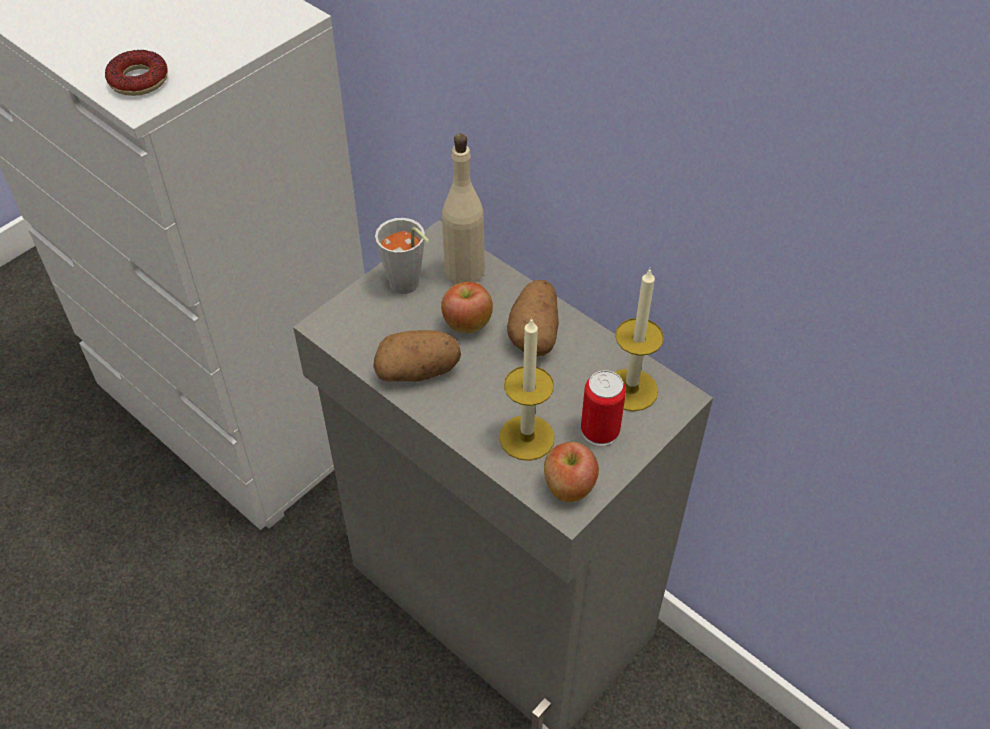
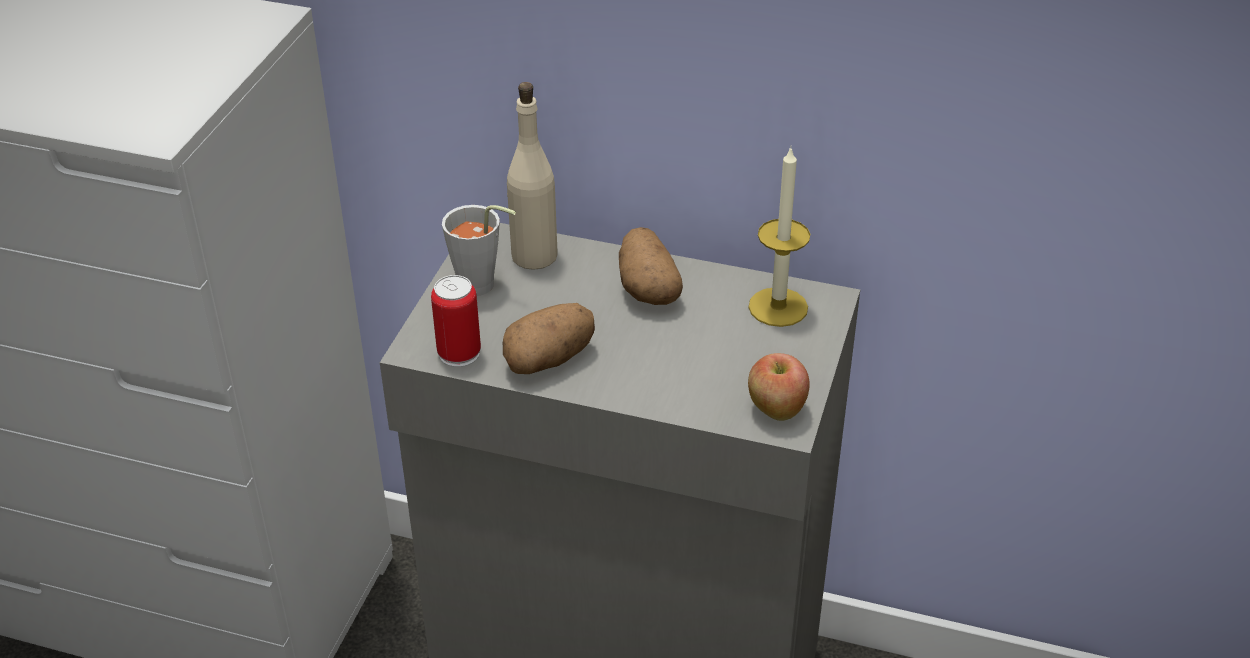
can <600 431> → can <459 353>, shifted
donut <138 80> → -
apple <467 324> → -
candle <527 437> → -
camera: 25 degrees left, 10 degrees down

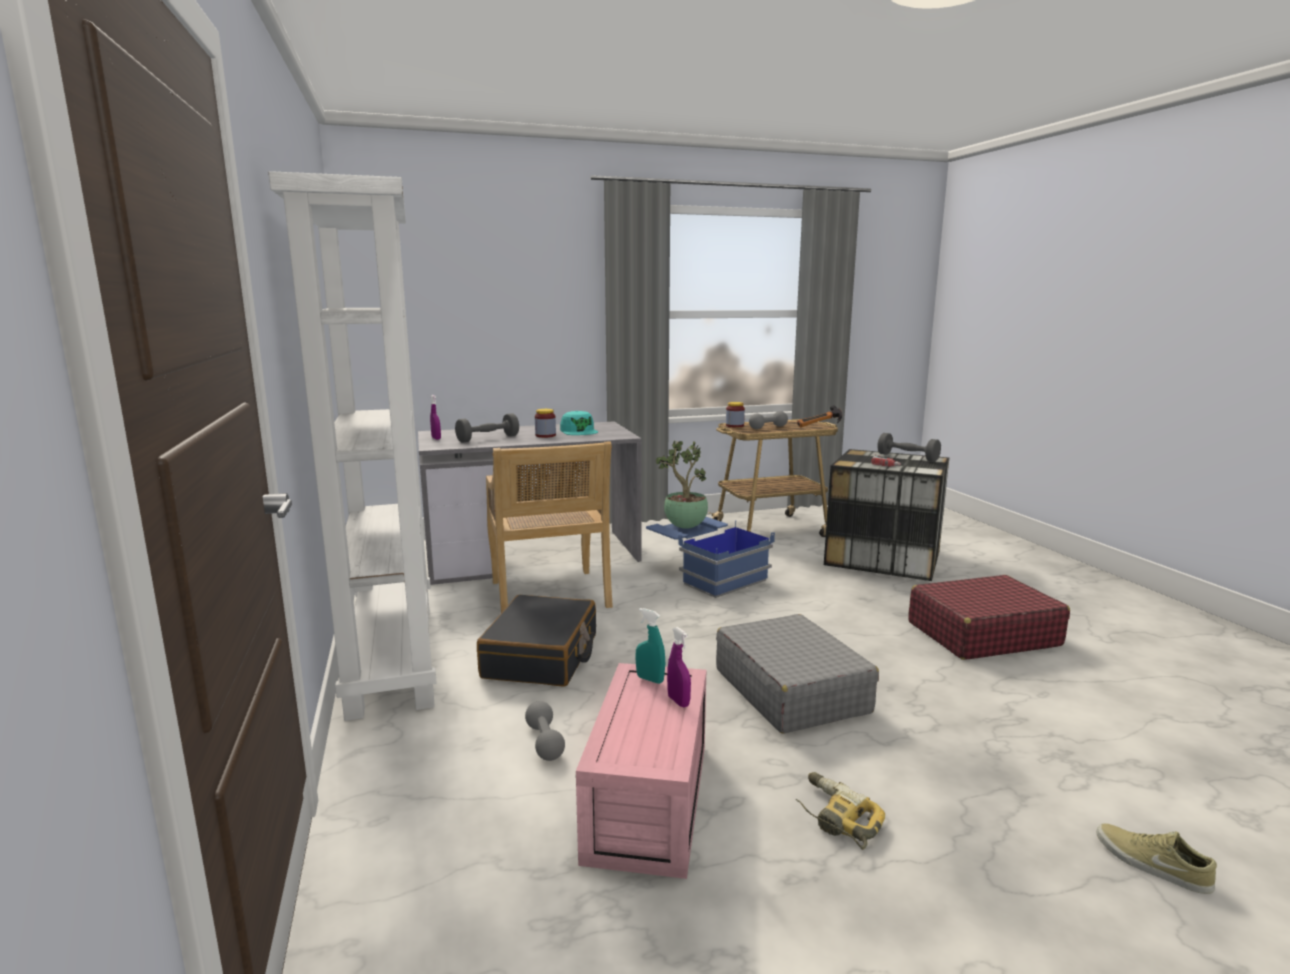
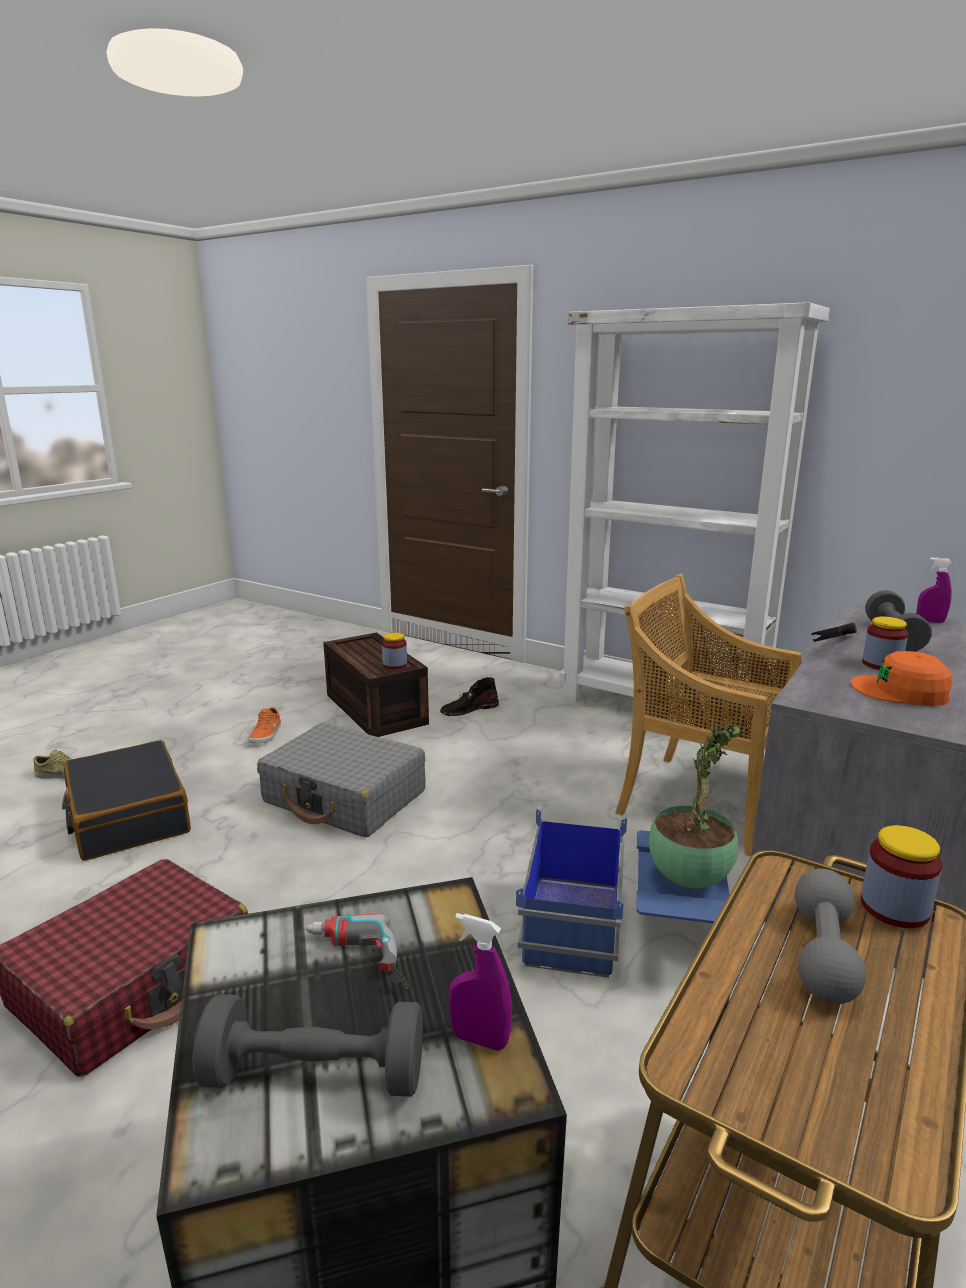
suitcase in black <542 656> → suitcase in black <128 816>, shifted
power drill <835 818> → shoe in orange <266 735>
storage box in pink <651 802> → storage box in brown <373 708>
spray bottle in turquoise <650 679> → jar <395 665>
dumbbell in grey <544 742> → boot in black <468 709>
spray bottle in purple <678 701> → spray bottle in purple <480 1039>, shifted
hammer <820 426> → hammer <833 644>, shifted
cap in turquoise <579 431> → cap in orange <901 691>
camera: 140 degrees right, 5 degrees up

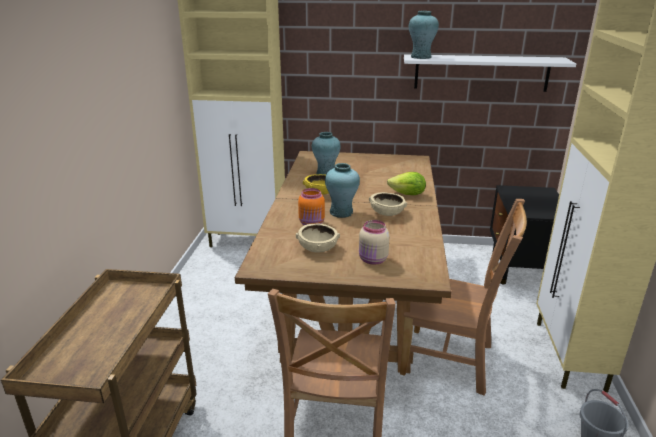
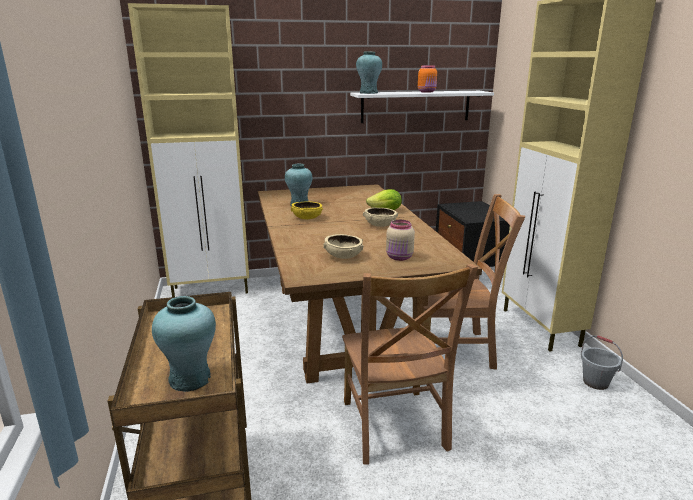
vase in turquoise <341 212> → vase in turquoise <190 379>, shifted
jar in orange <312 223> → jar in orange <427 92>, shifted
camera: 20 degrees left, 5 degrees down

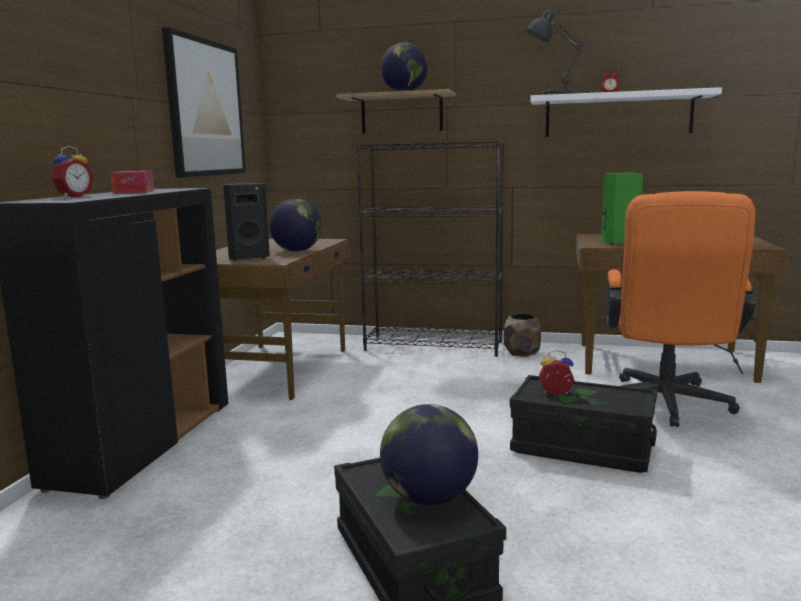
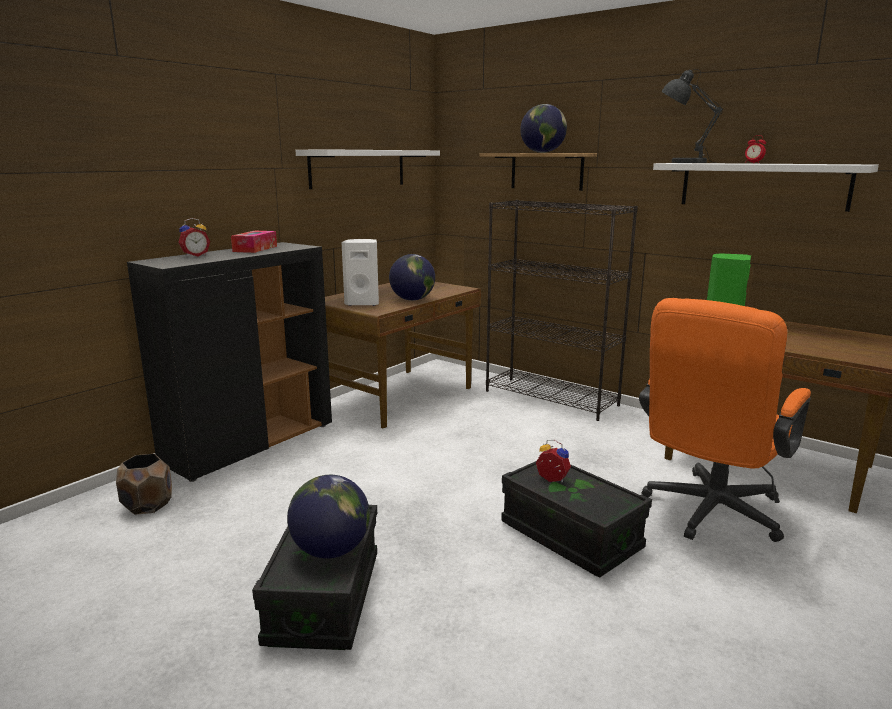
planter in brown <521 352> → planter in brown <148 505>, shifted
picture <205 108> → shelf in white <358 168>
speaker in black <247 258> → speaker in white <363 303>
camera: 25 degrees right, 5 degrees up

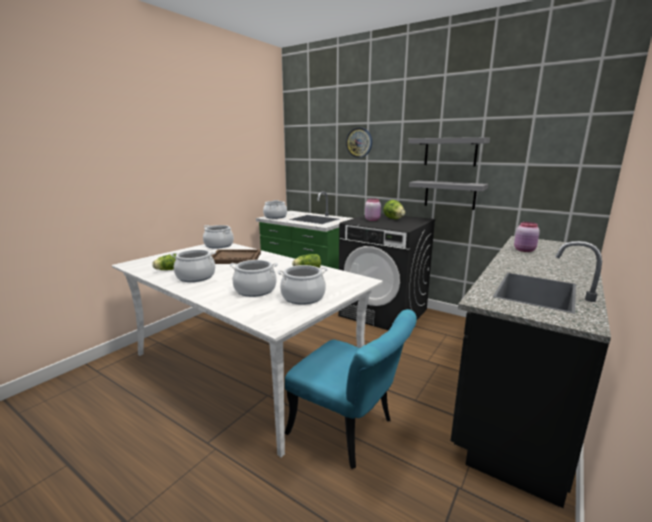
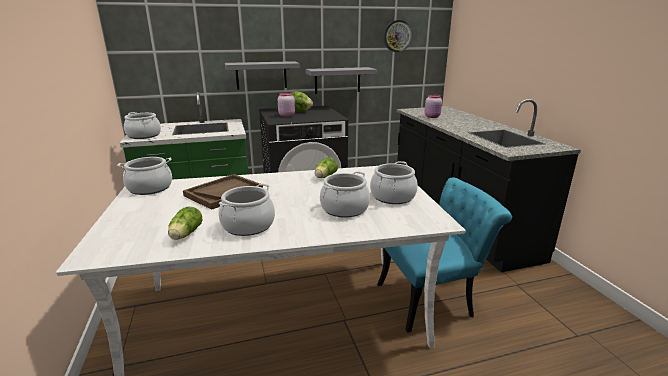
shelf in grey <450 152> → shelf in grey <261 75>, shifted
wall clock <359 142> → wall clock <397 36>, shifted
camera: 50 degrees left, 5 degrees up

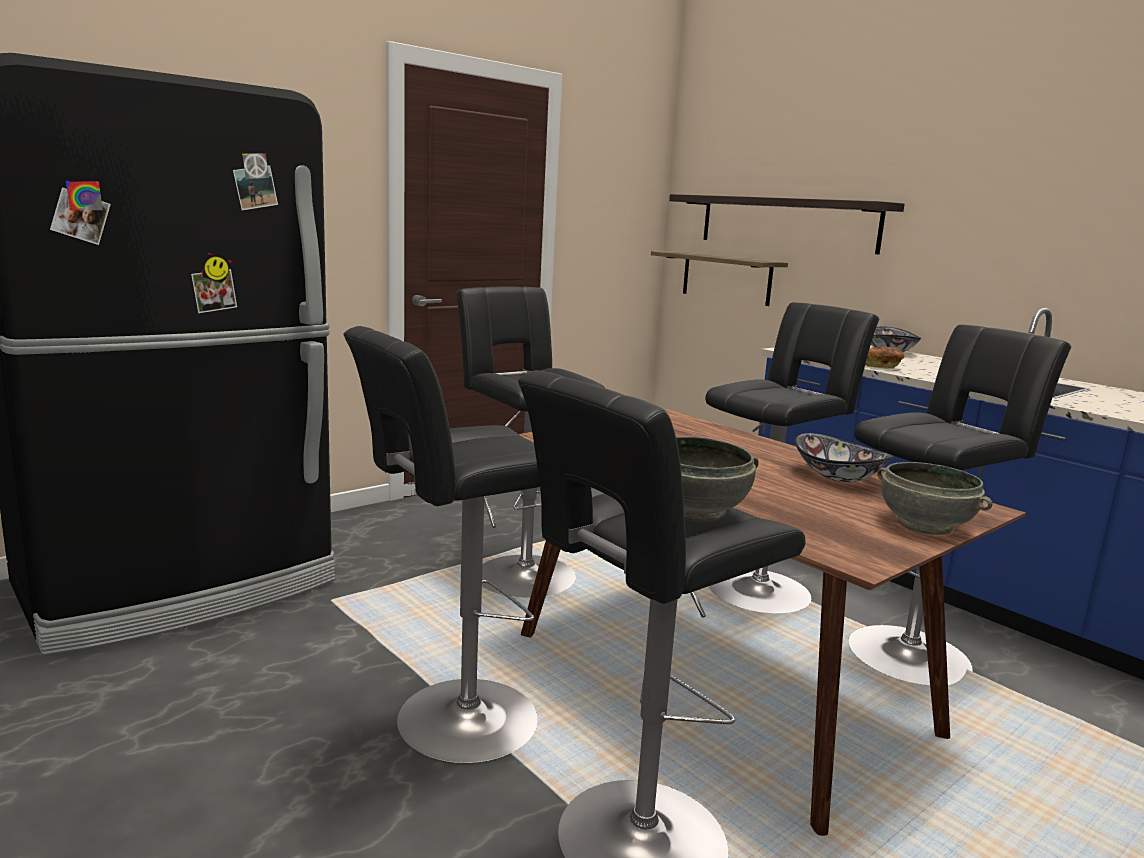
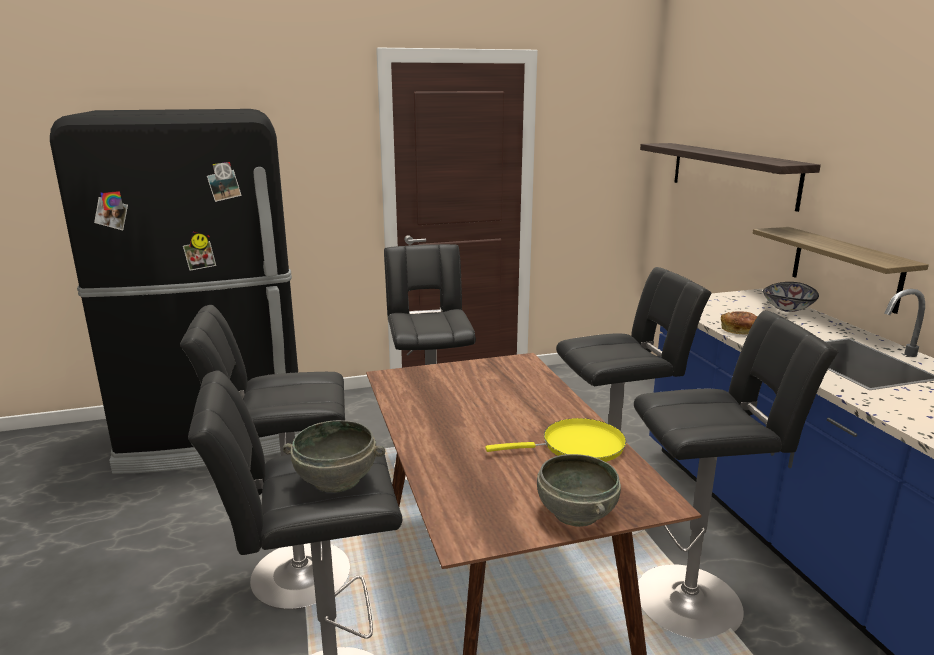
bowl <839 476> → frying pan in yellow <577 446>
shelf <726 278> → shelf <845 268>, shifted
camera: 25 degrees right, 5 degrees up

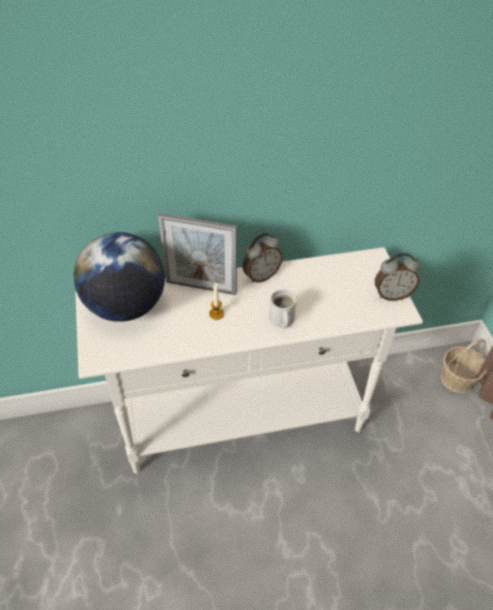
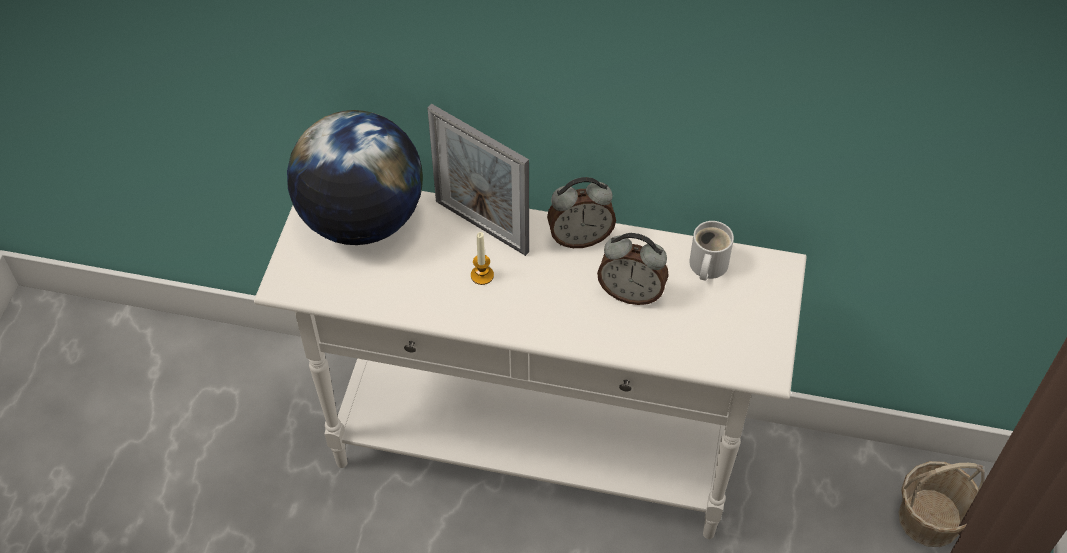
alarm clock <392 294> → alarm clock <631 293>, shifted
mug in white <281 320> → mug in white <706 266>, shifted
camera: 25 degrees right, 5 degrees up

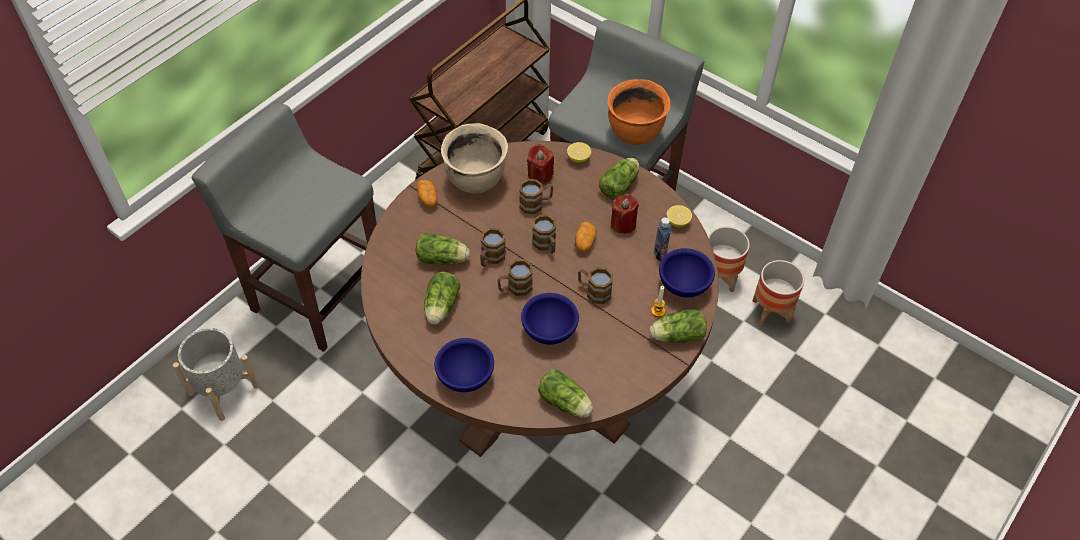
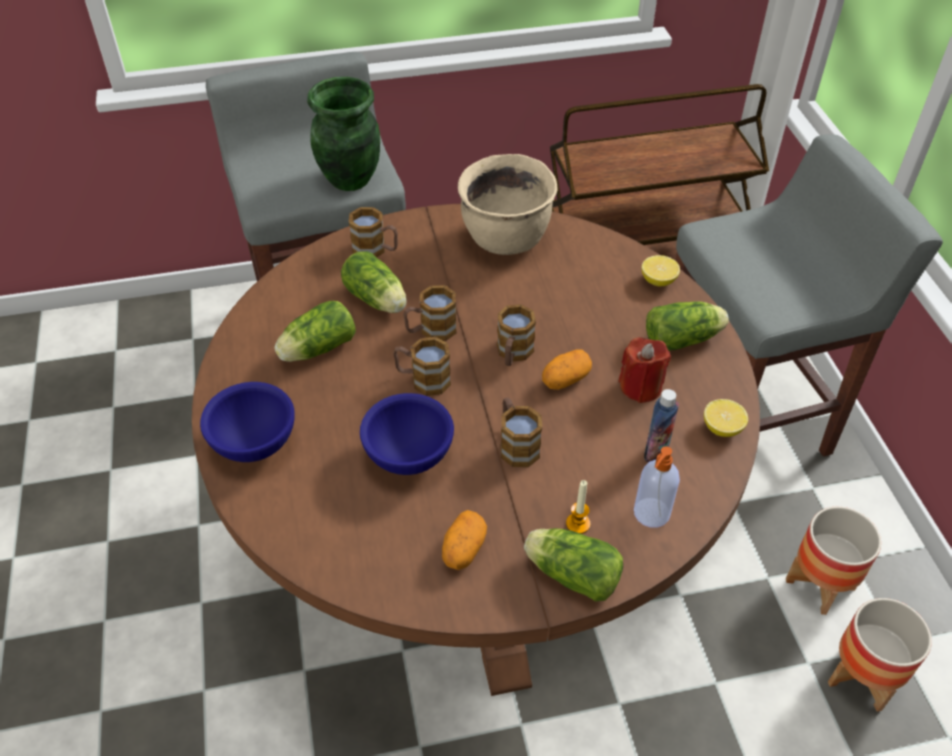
- → vase in green <349 180>
mug <536 204> → mug <375 250>, shifted
potato <427 199> → potato <463 549>, shifted
bowl in blue <684 285> → soap dispenser <651 514>
planter in grey <223 389> → -
candle in red <540 175> → -
lettuce <566 404> → -
cooking pot in orange <635 133> → -
camera: 40 degrees right, 5 degrees down

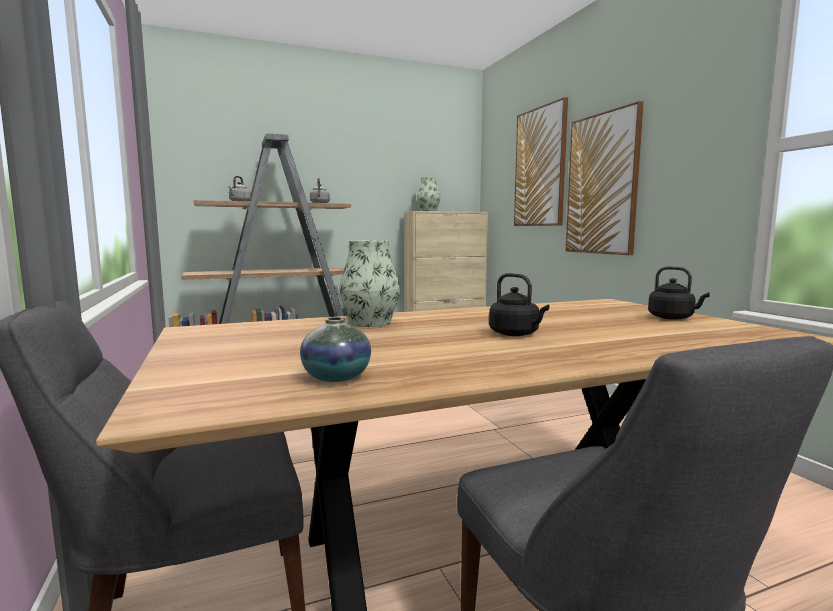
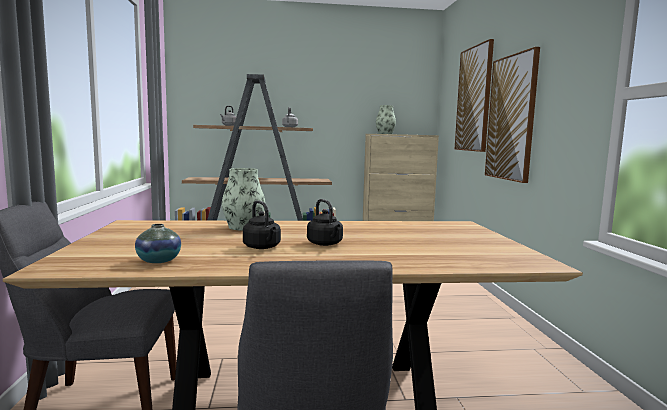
kettle in black <673 318> → kettle in black <262 247>, shifted
camera: 15 degrees right, 0 degrees up

